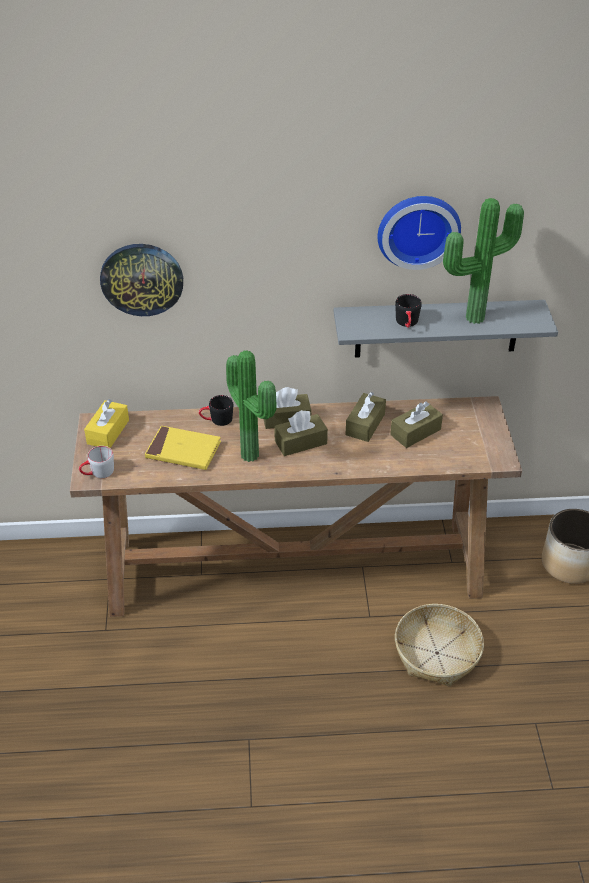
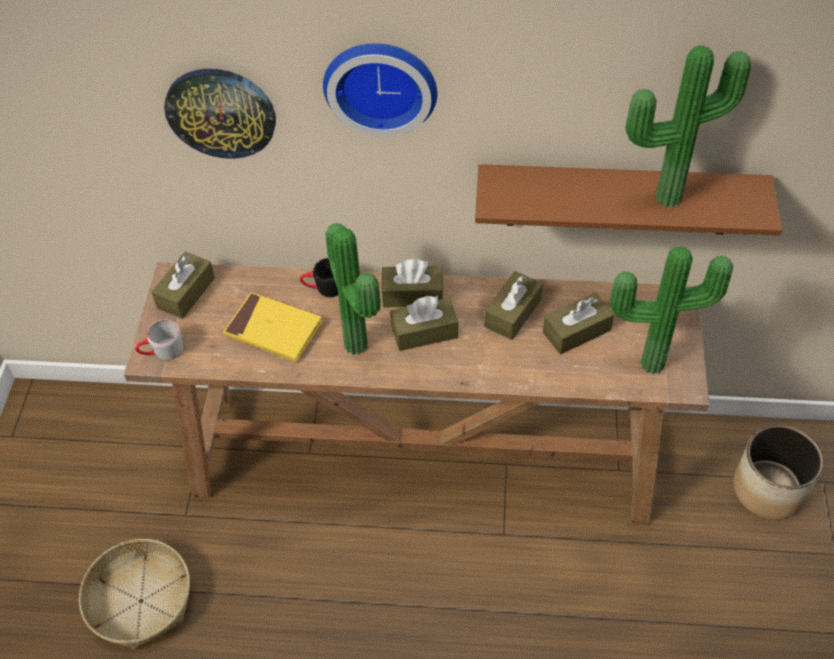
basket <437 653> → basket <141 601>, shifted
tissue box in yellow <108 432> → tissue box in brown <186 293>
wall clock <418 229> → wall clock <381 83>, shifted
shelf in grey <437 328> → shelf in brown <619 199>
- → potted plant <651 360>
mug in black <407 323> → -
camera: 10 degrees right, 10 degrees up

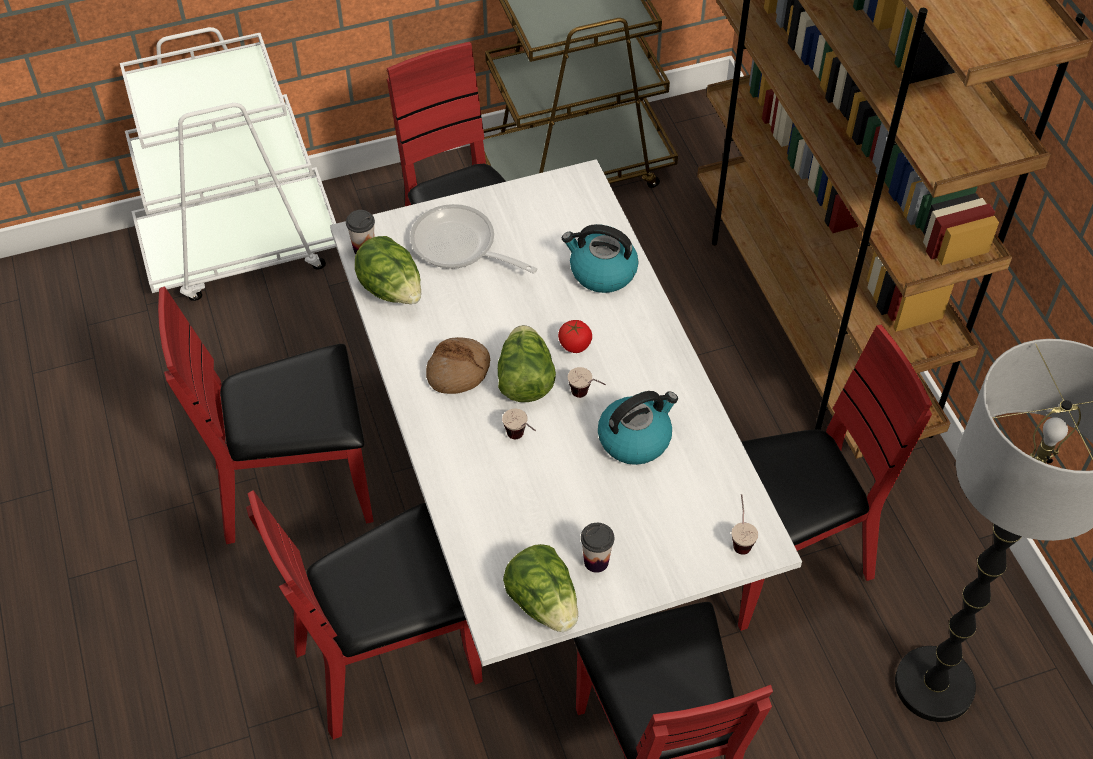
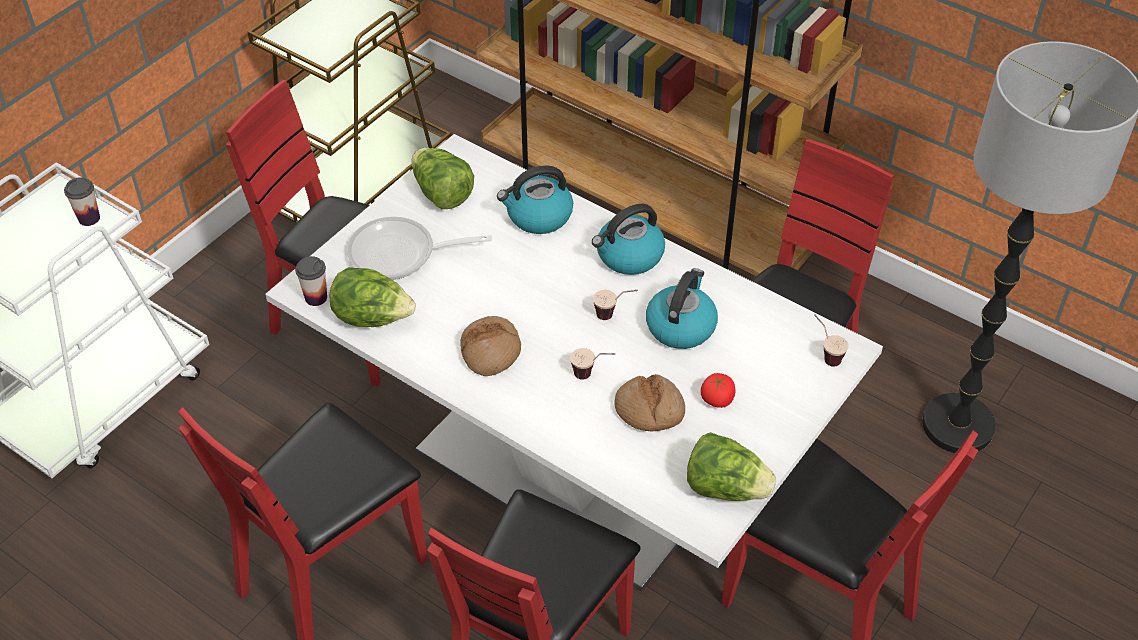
cup <596 561> → cup <89 218>, shifted
lettuce <524 380> → lettuce <441 194>, shifted
- → kettle <629 256>
- → bread <649 410>
tomato <575 344> → tomato <717 399>, shifted
camera: 35 degrees left, 5 degrees down

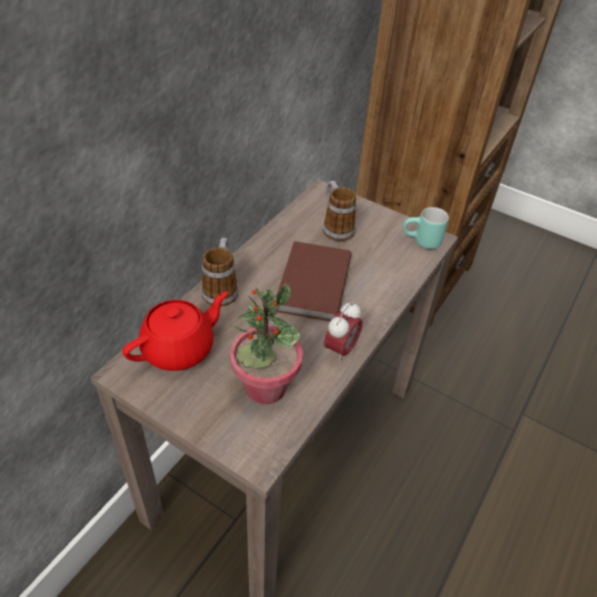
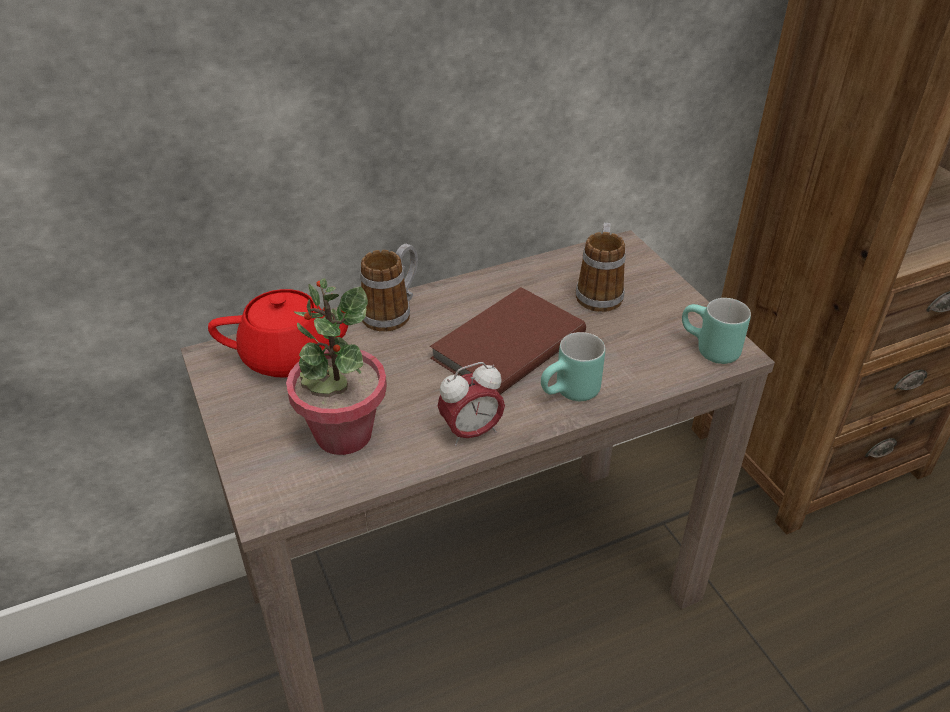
- → mug in turquoise <571 395>
camera: 35 degrees right, 5 degrees down

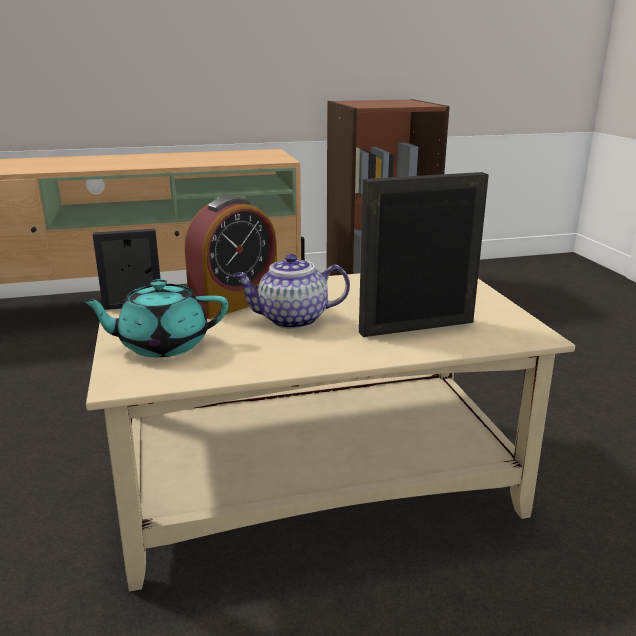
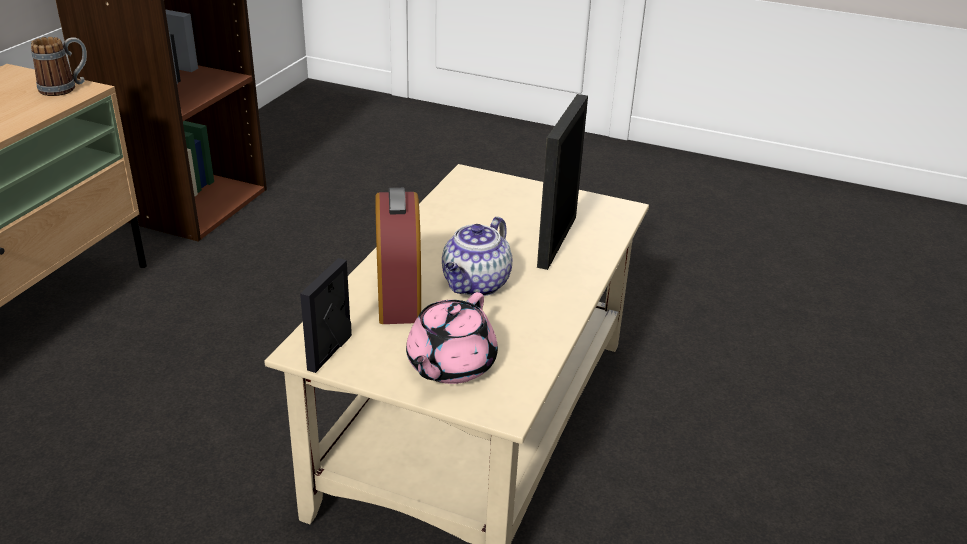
- → mug <66 88>
teapot in turquoise <162 345> → teapot in pink <450 365>
camera: 55 degrees left, 10 degrees up

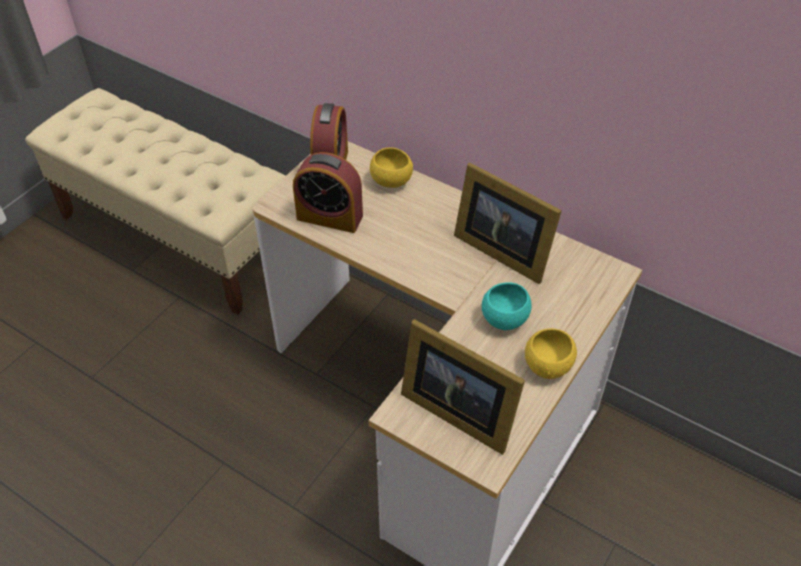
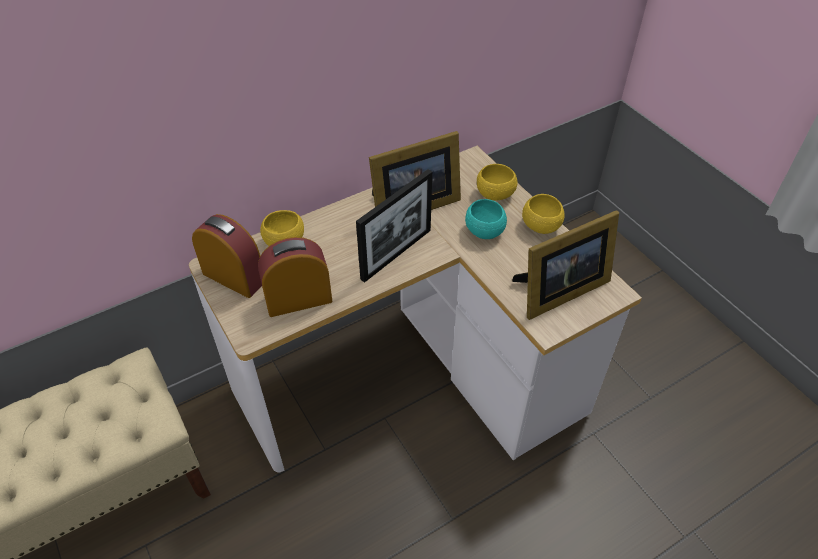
alarm clock <329 217> → alarm clock <298 299>, 150 degrees counterclockwise
- → picture frame <396 254>
- → bowl in yellow <495 194>
camera: 65 degrees left, 0 degrees up

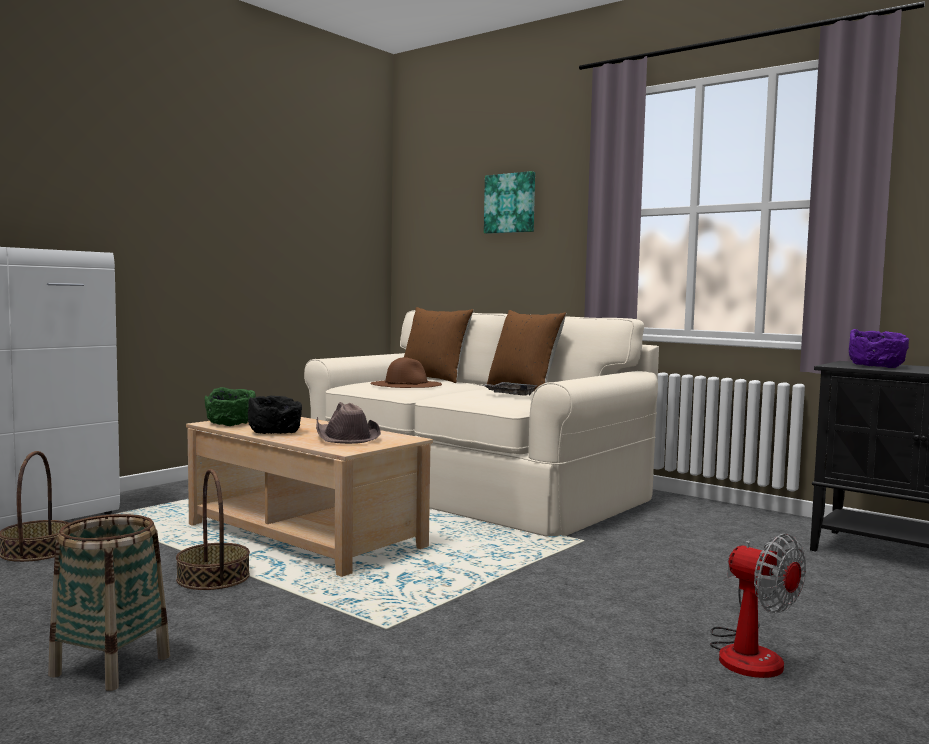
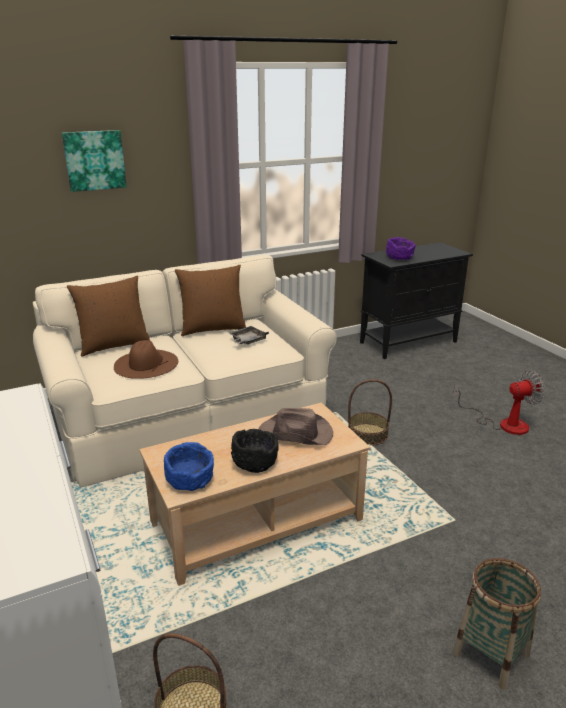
bowl in green <231 423> → bowl in blue <190 480>
basket <213 577> → basket <368 434>, shifted
camera: 65 degrees left, 20 degrees up

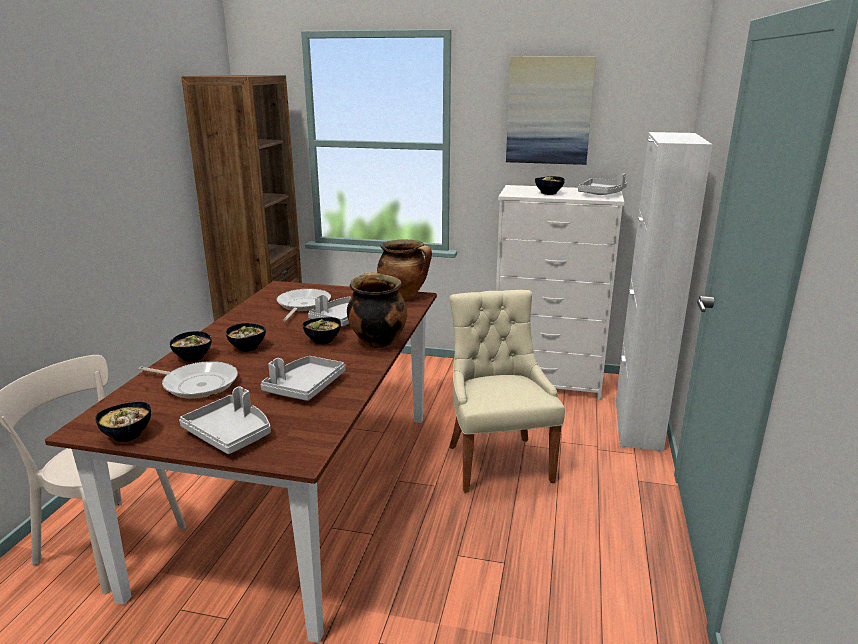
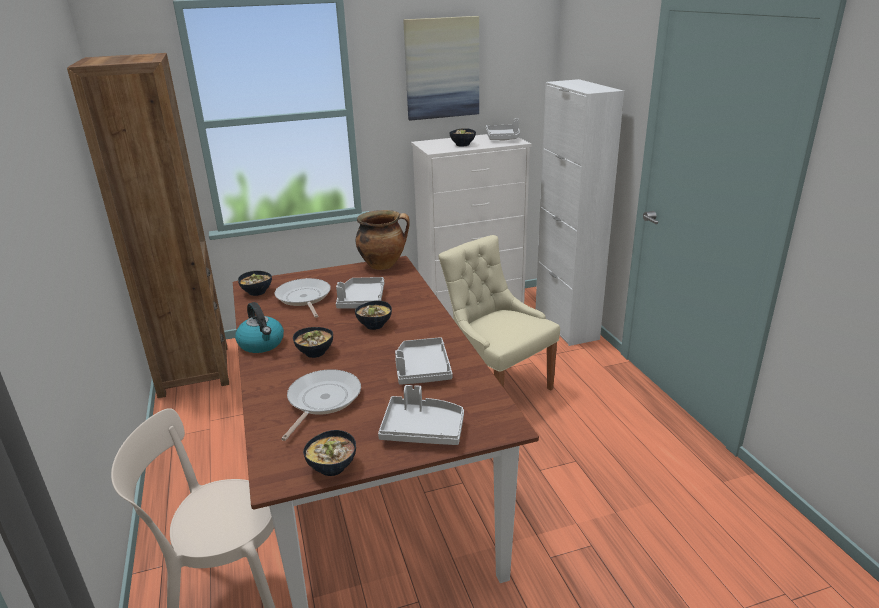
- → kettle <262 344>
bowl <194 357> → bowl <257 292>, shifted
frying pan <197 384> → frying pan <322 400>, 60 degrees counterclockwise
cooking pot <377 341> → -
camera: 30 degrees left, 5 degrees up

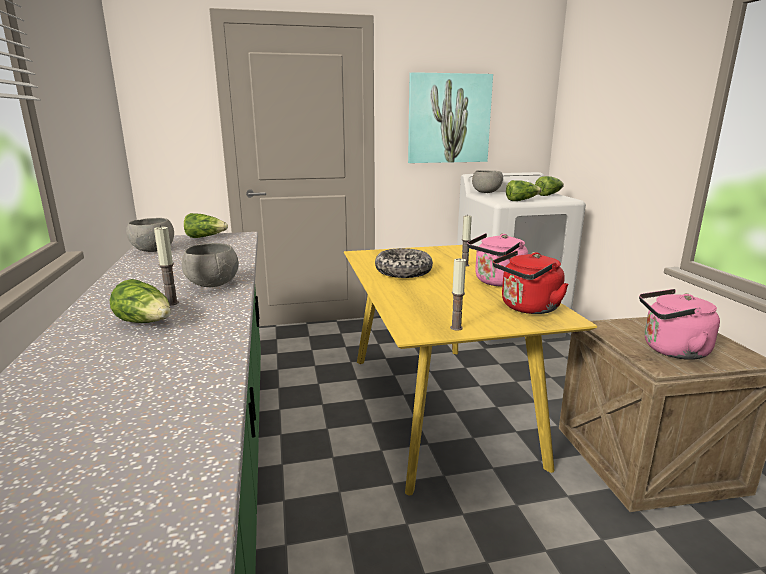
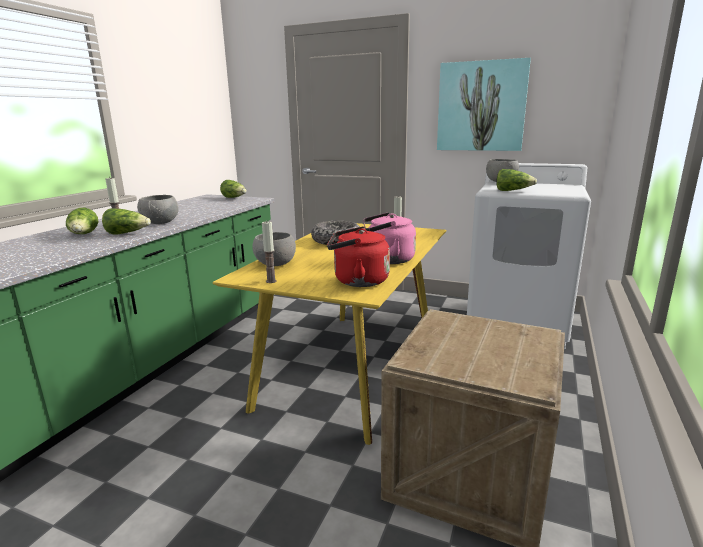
lettuce <548 195> → lettuce <127 233>, shifted
bowl in grey <153 250> → bowl in grey <275 264>, shifted
kettle in pink <671 350> → -
camera: 35 degrees right, 0 degrees up

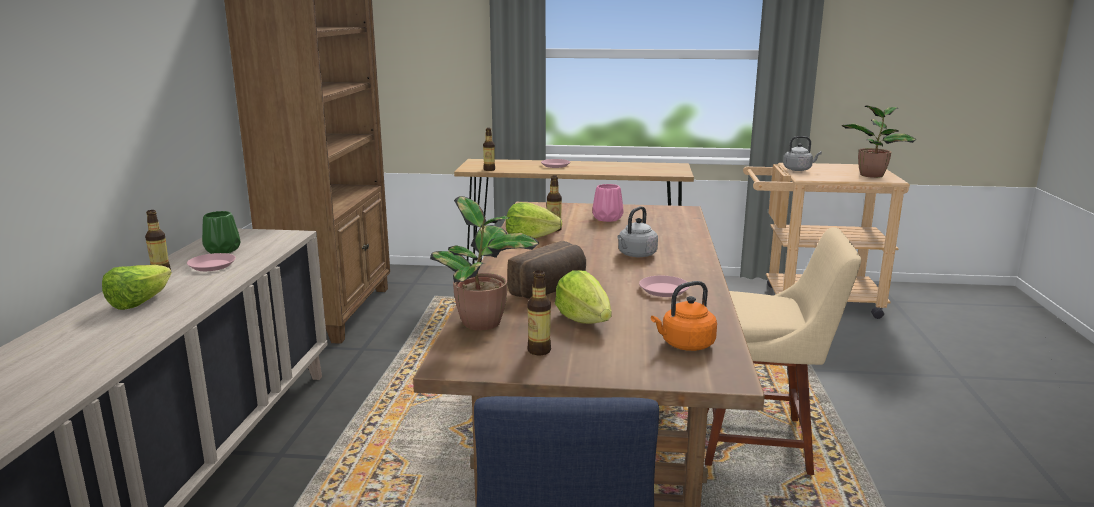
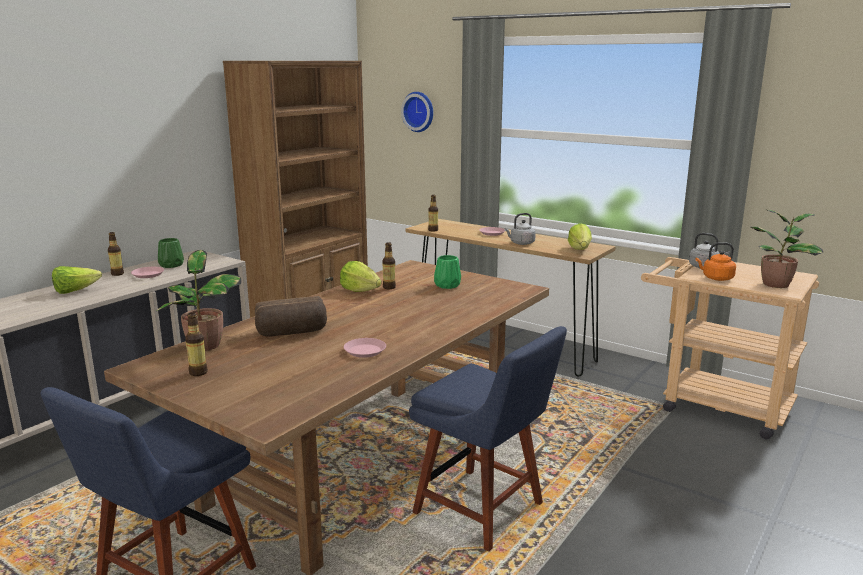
- → wall clock <419 111>
chair in beige <761 442> → chair in blue <484 511>
vase in pink <606 218> → vase in green <447 285>
kettle in grey <636 255> → kettle in grey <521 243>, shifted
lettuce <584 320> → lettuce <580 249>, shifted
kettle in orange <685 345> → kettle in orange <716 278>, shifted
camera: 30 degrees right, 0 degrees up

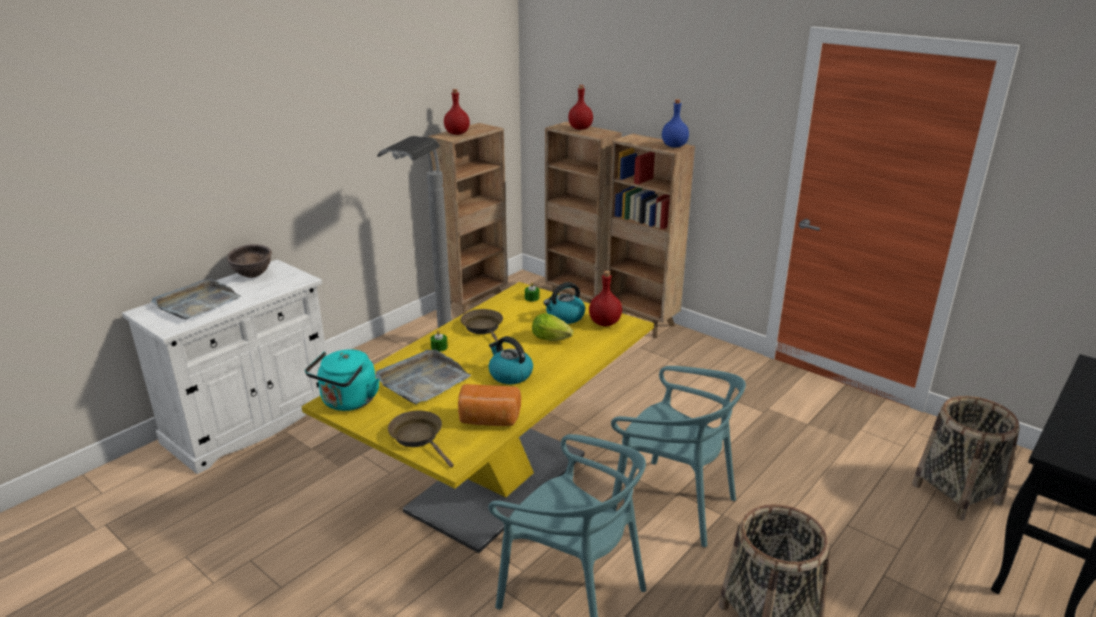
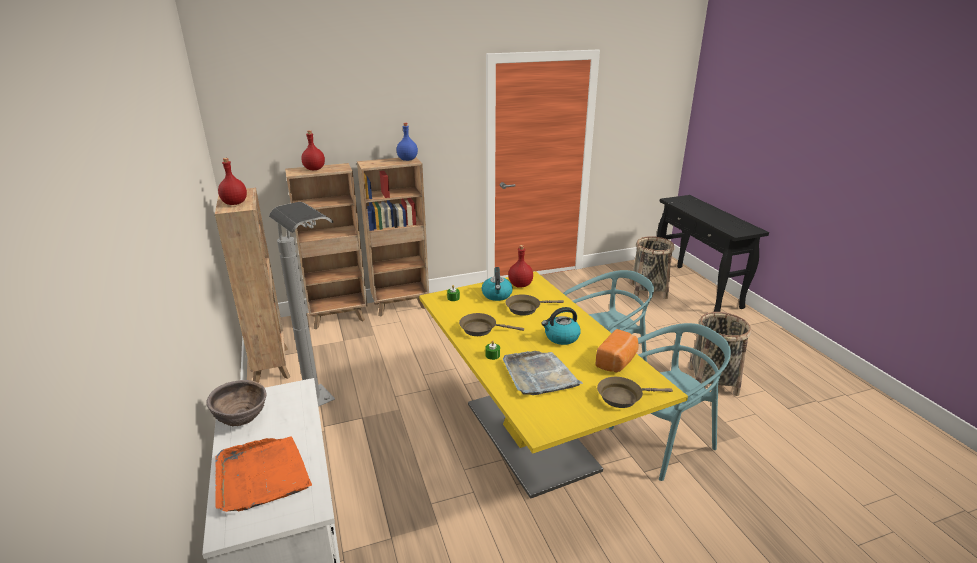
tray in grey <196 303> → tray in orange <262 476>
lettuce <553 339> → frying pan in brown <526 308>
kettle in turquoise <347 402> → -
camera: 60 degrees left, 0 degrees up

